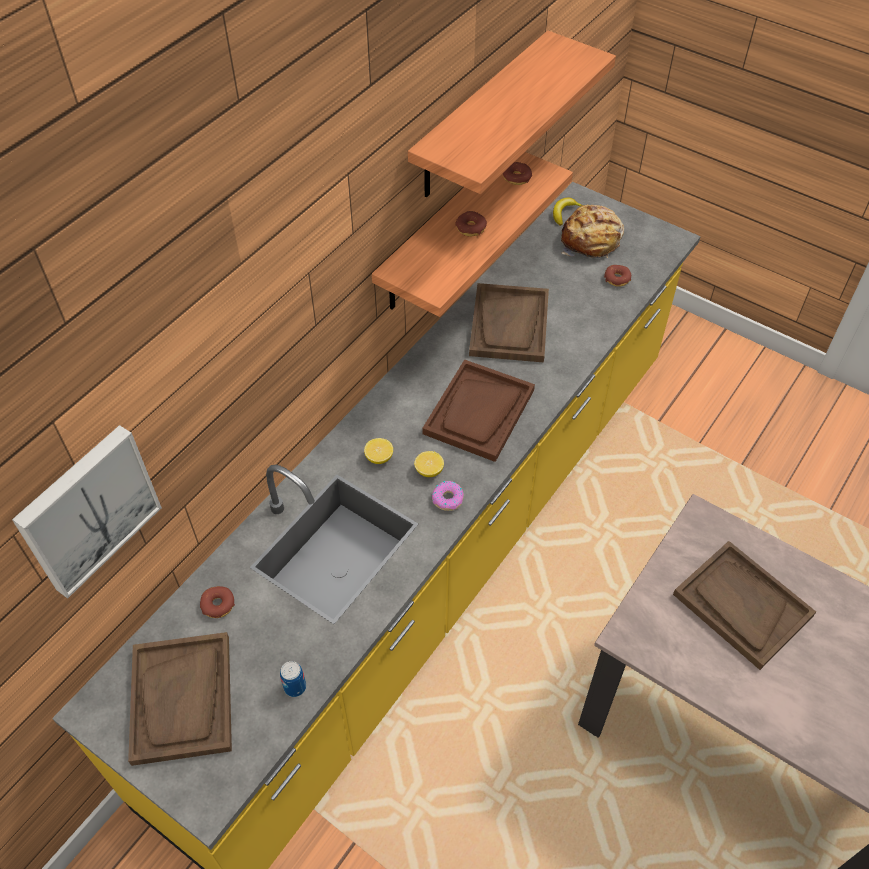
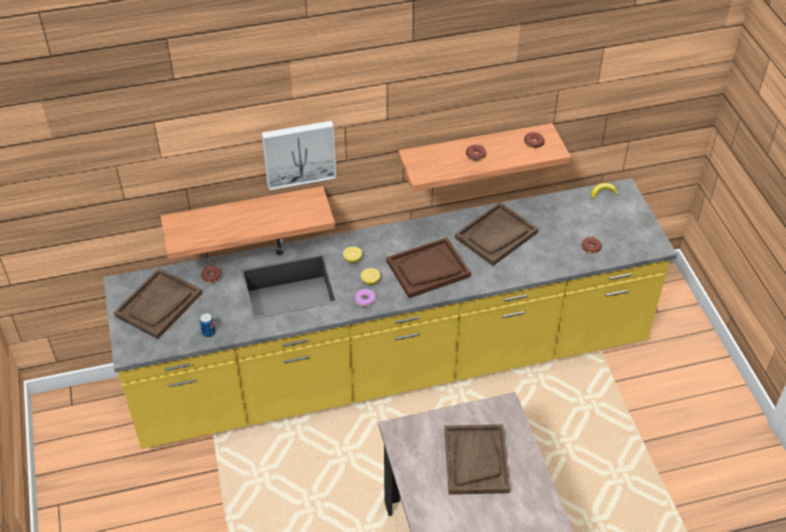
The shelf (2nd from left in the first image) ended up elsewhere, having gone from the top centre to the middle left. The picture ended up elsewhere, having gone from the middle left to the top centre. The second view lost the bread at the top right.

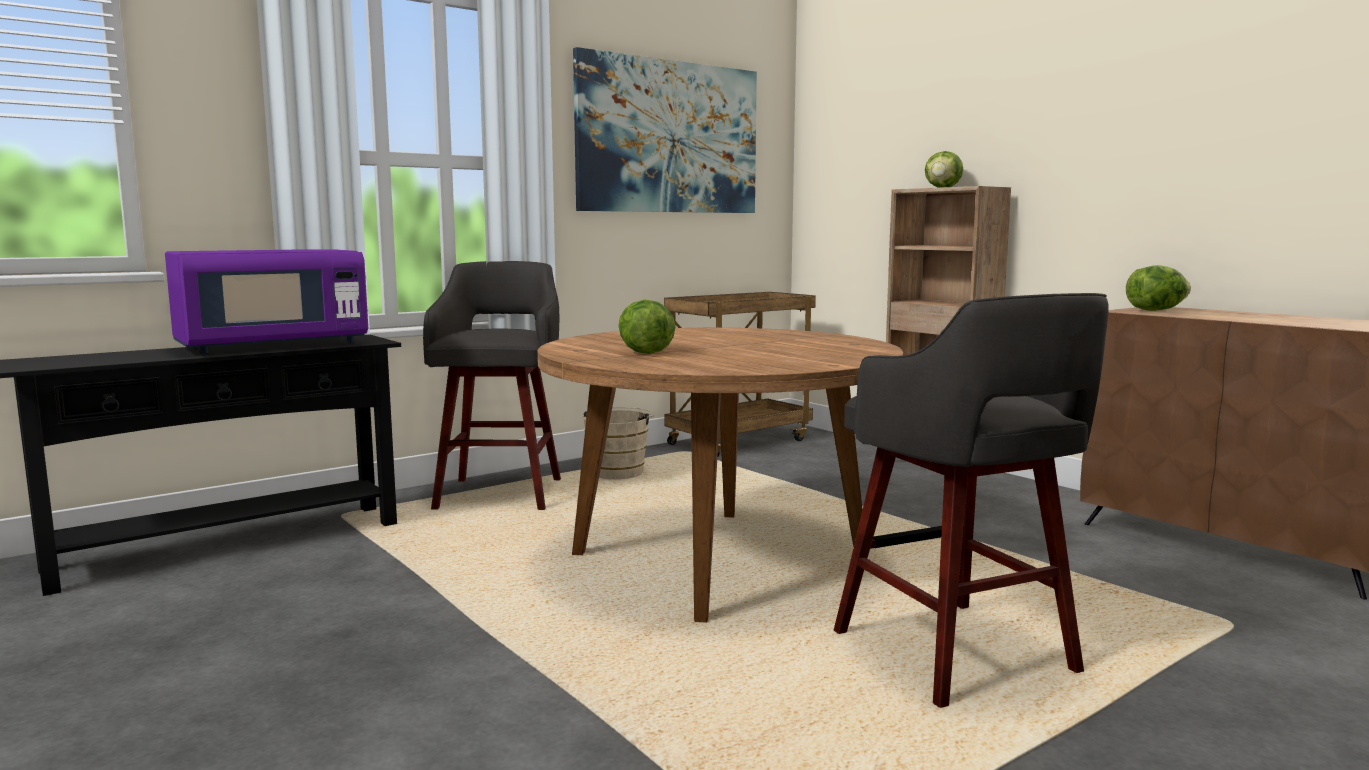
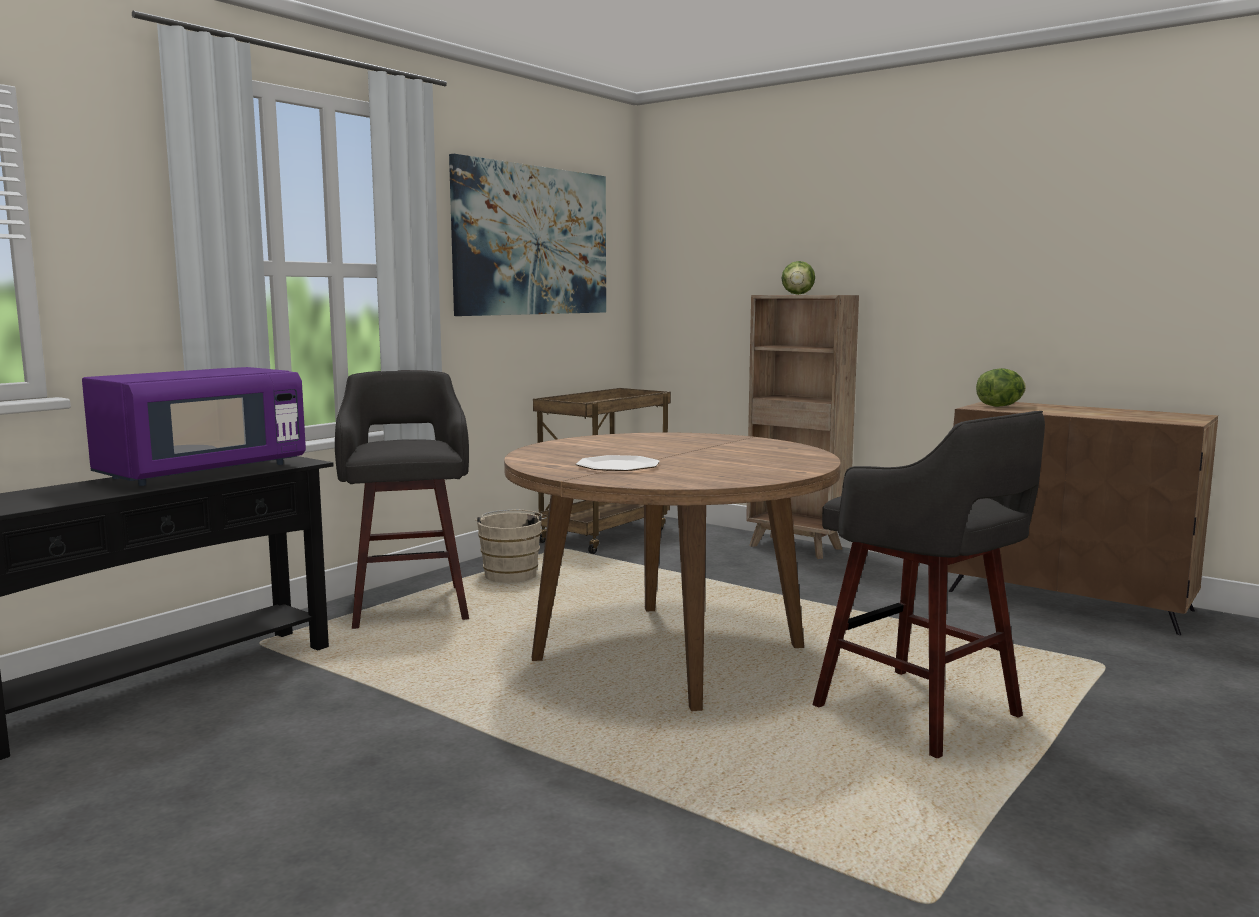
Where the lettuce (1st from left) stood at the centre, the plate came to stand at the centre.

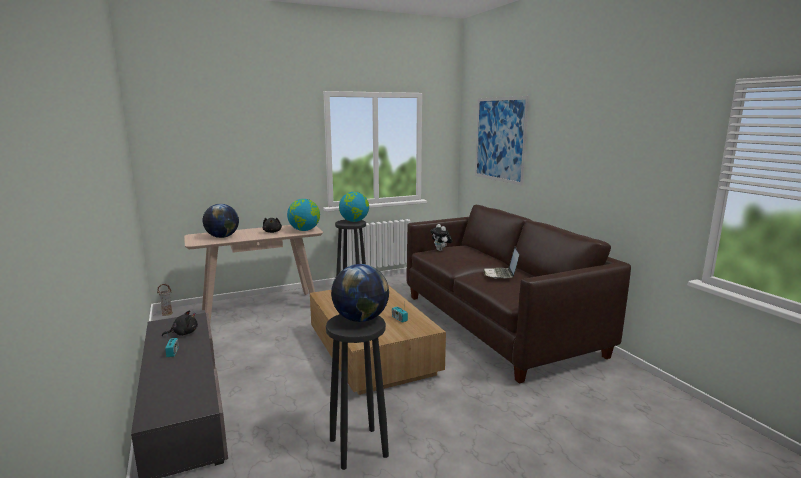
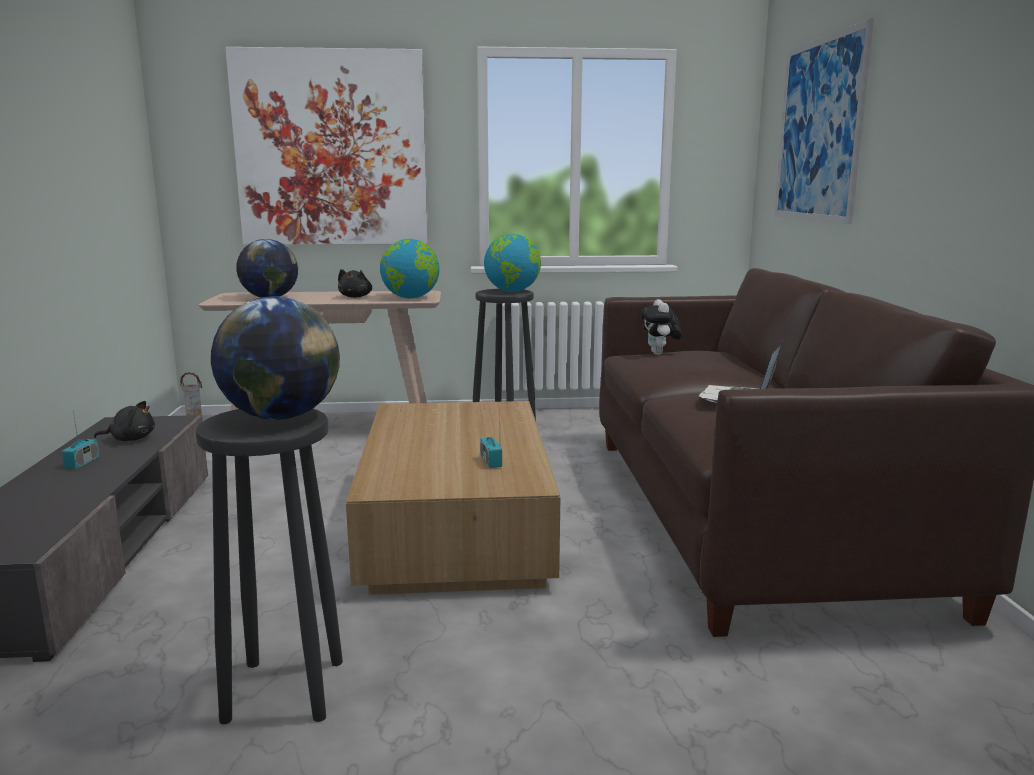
The second view gained the picture (1st from left) at the top left.

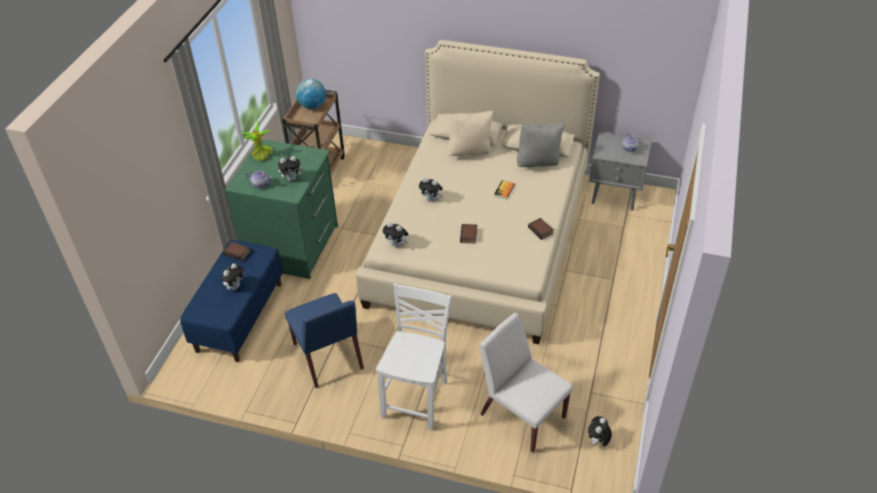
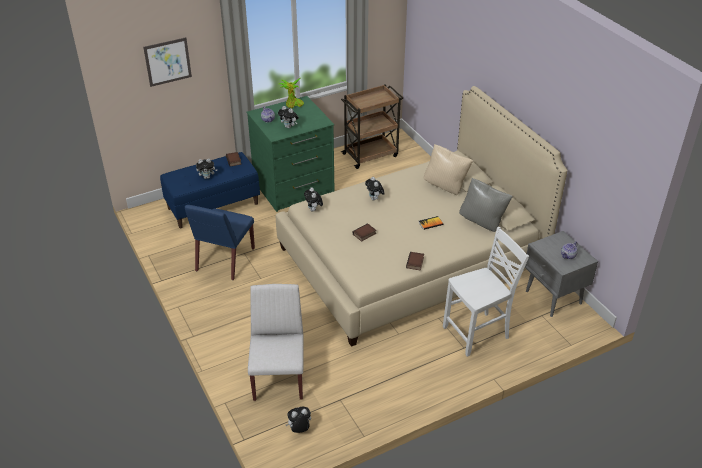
The second view gained the picture at the top left. The white chair (1st from left in the first image) ended up elsewhere, having gone from the bottom centre to the middle right. The second view lost the globe at the top centre.

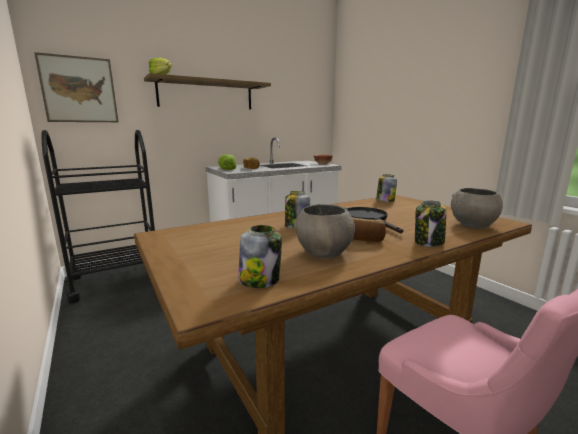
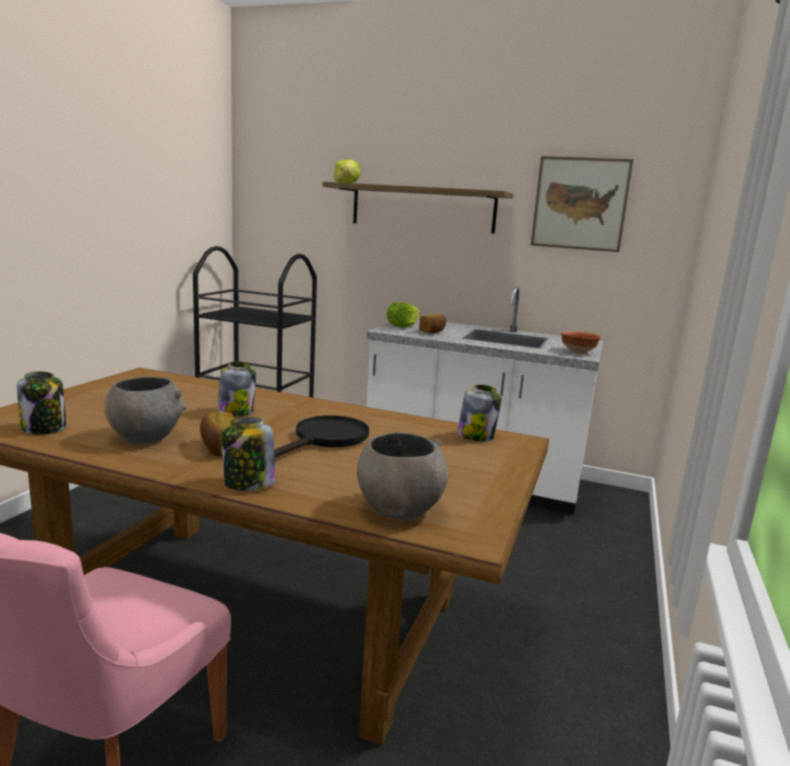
The picture ended up elsewhere, having gone from the top left to the top right.

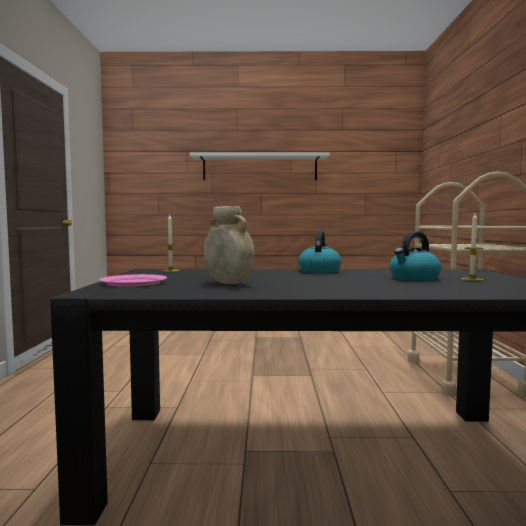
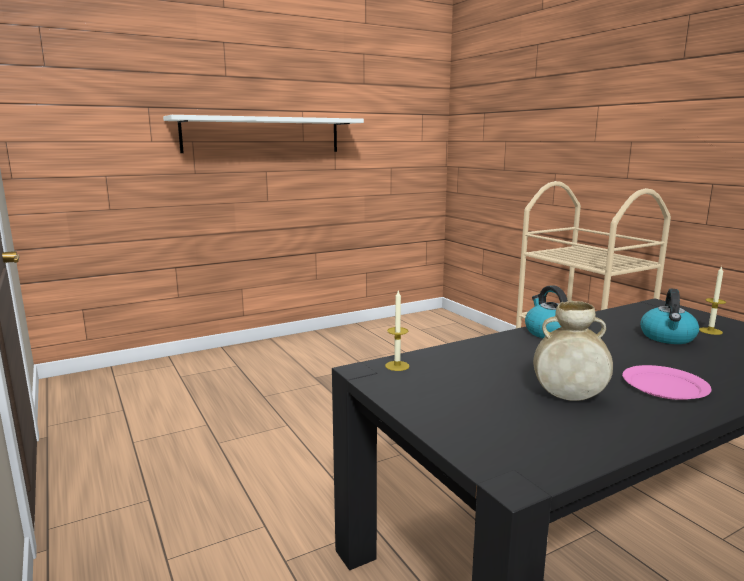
The pink plate ended up elsewhere, having gone from the middle left to the middle right.

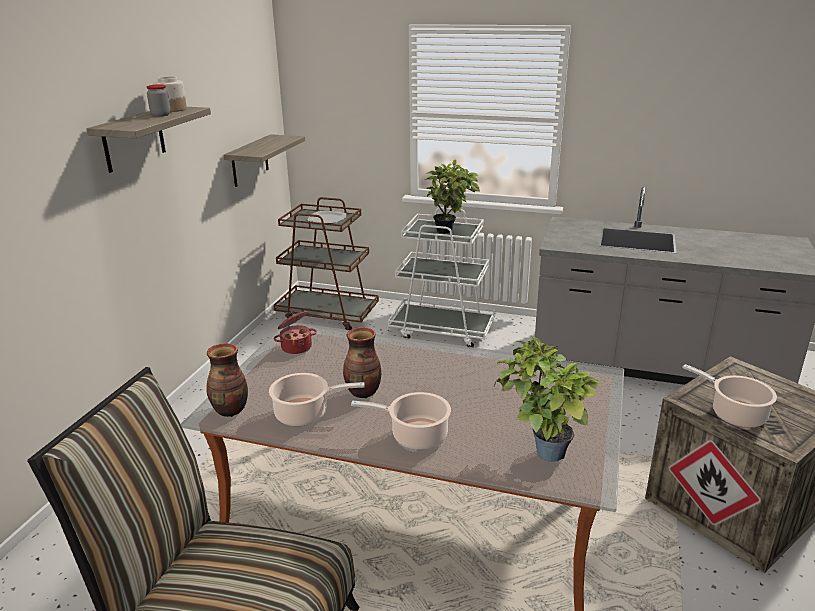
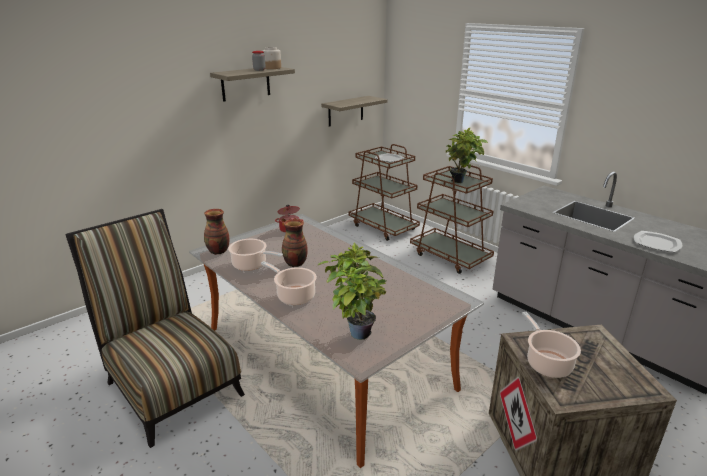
What was the white cart at the centre turned into the brown cart (2nd from left) at the centre. The second view gained the plate (2nd from left) at the middle right.

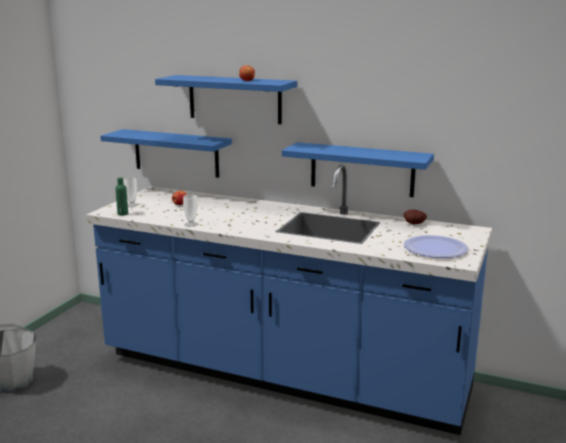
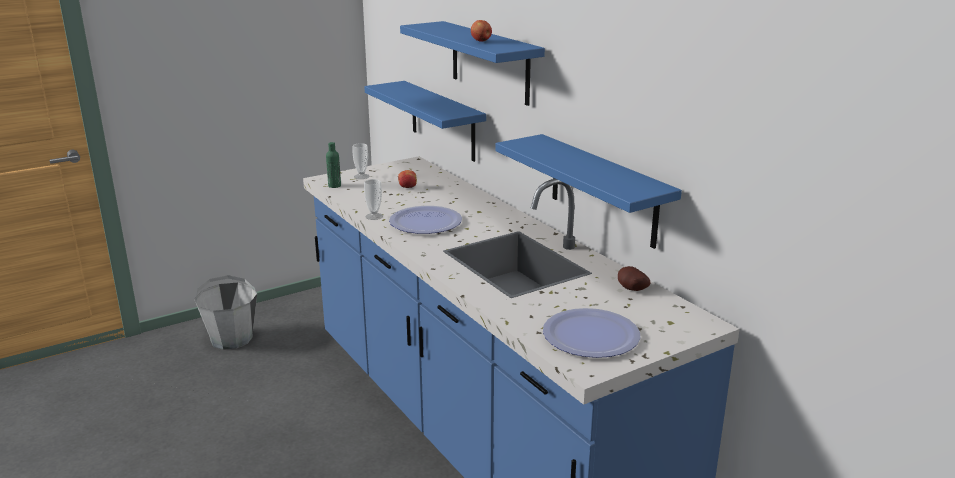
The second view gained the plate (1st from left) at the centre.

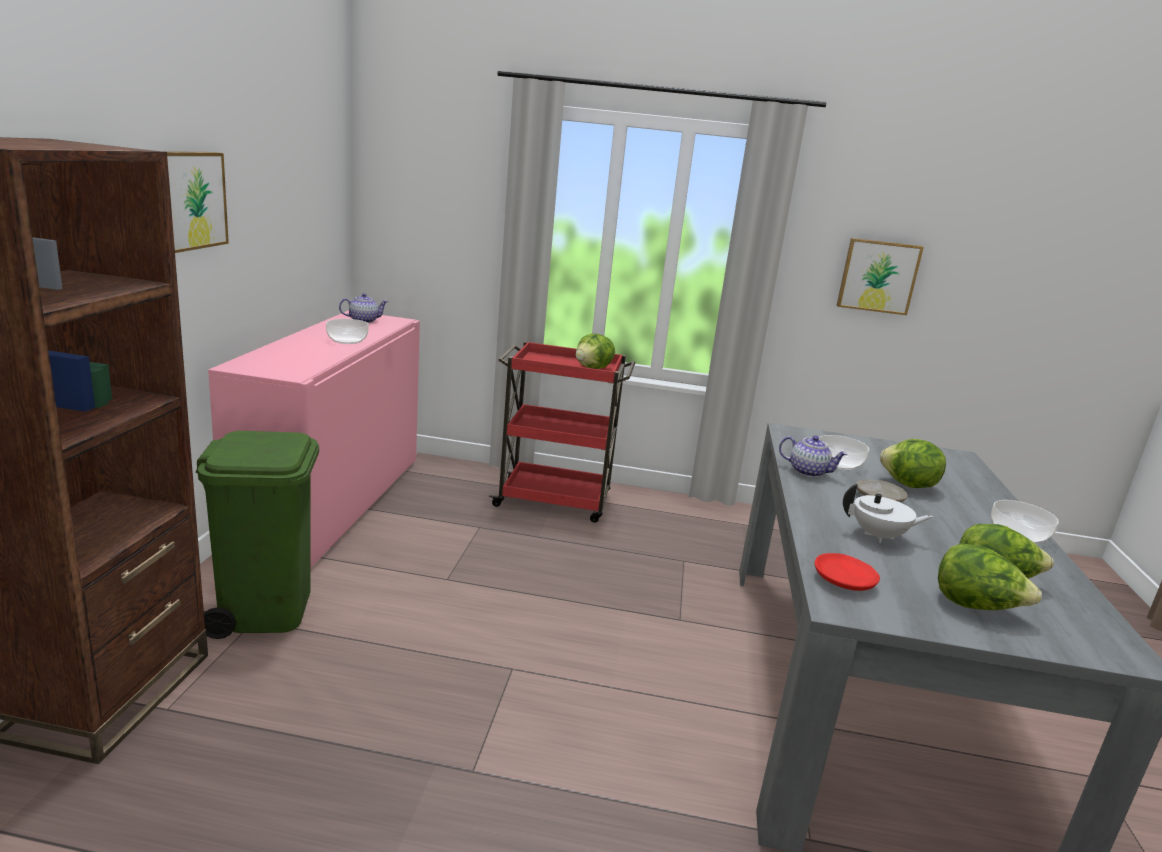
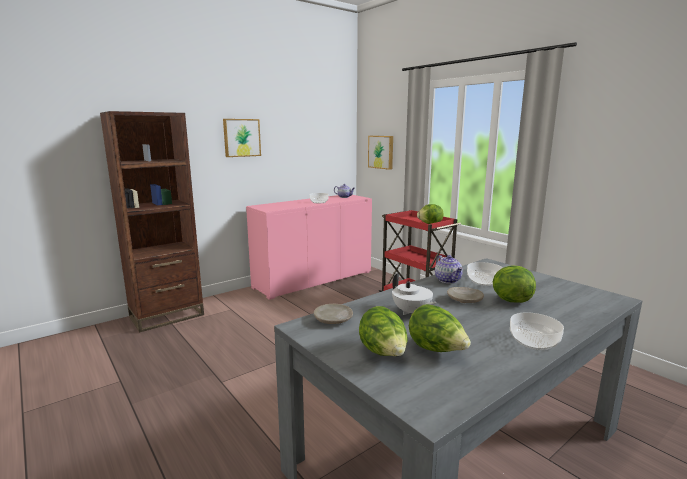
What was the red plate at the bottom right turned into the beige plate (1st from left) at the centre. The picture (2nd from left) ended up elsewhere, having gone from the top right to the top centre. The second view lost the green trash can at the middle left.

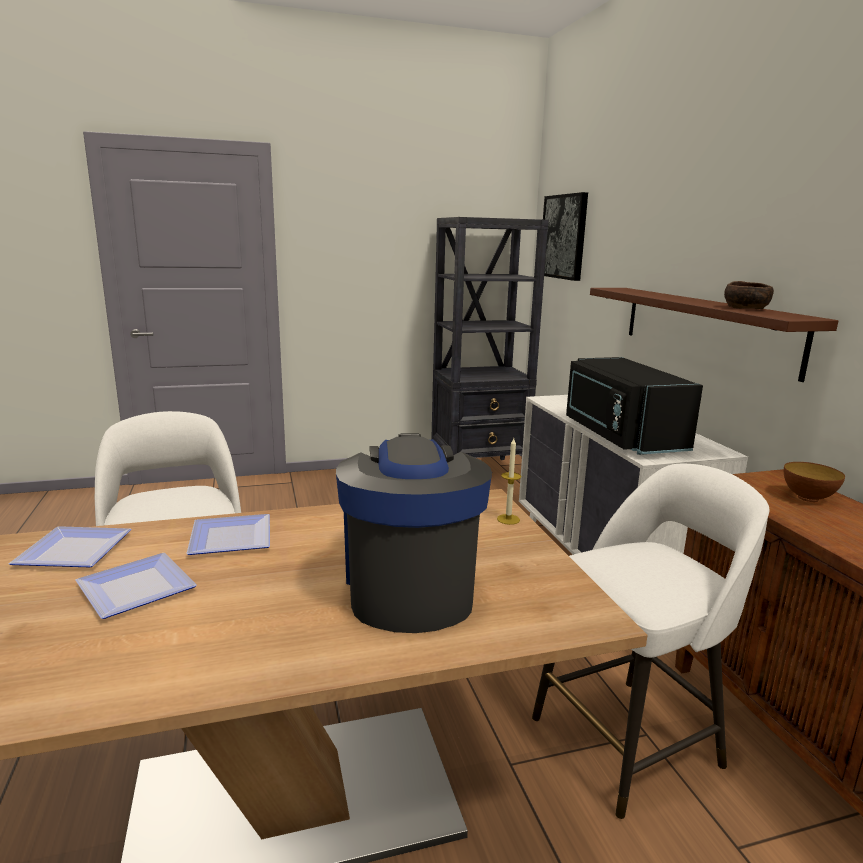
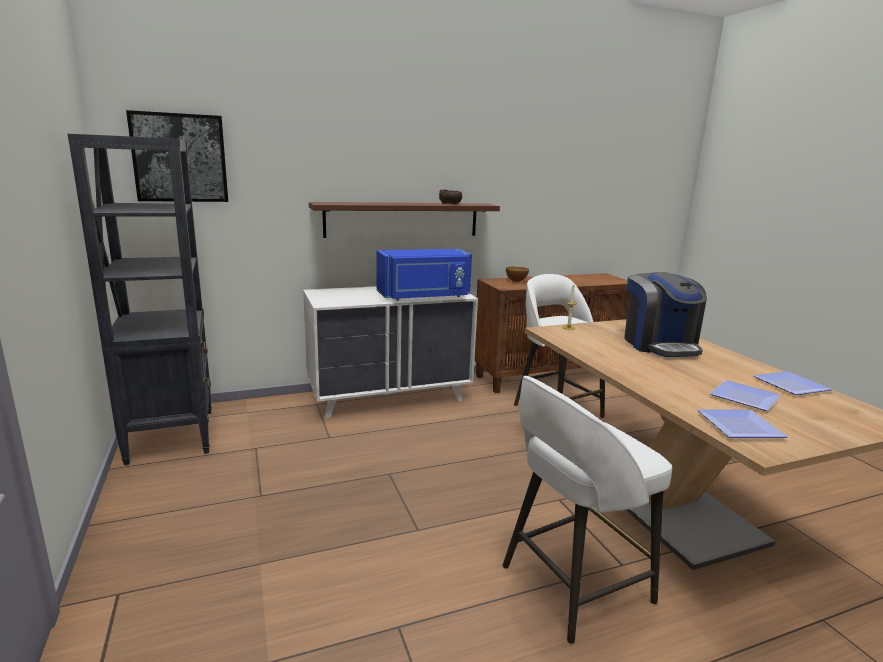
What was the black microwave at the middle right turned into the blue microwave at the centre. The coffee machine at the centre ended up facing another way, 90 degrees counterclockwise from before. The plate (3rd from left) ended up elsewhere, having gone from the middle left to the middle right.

